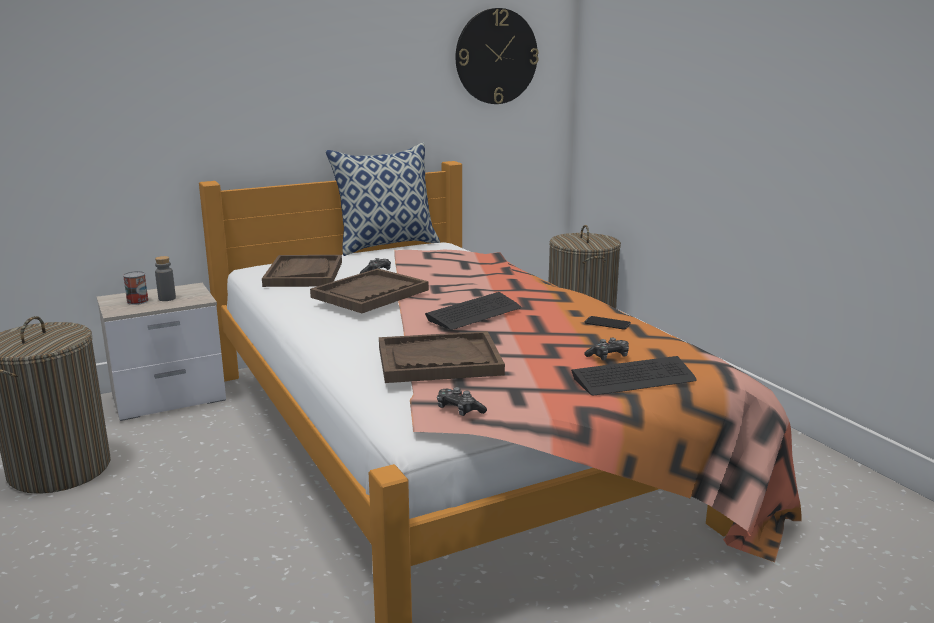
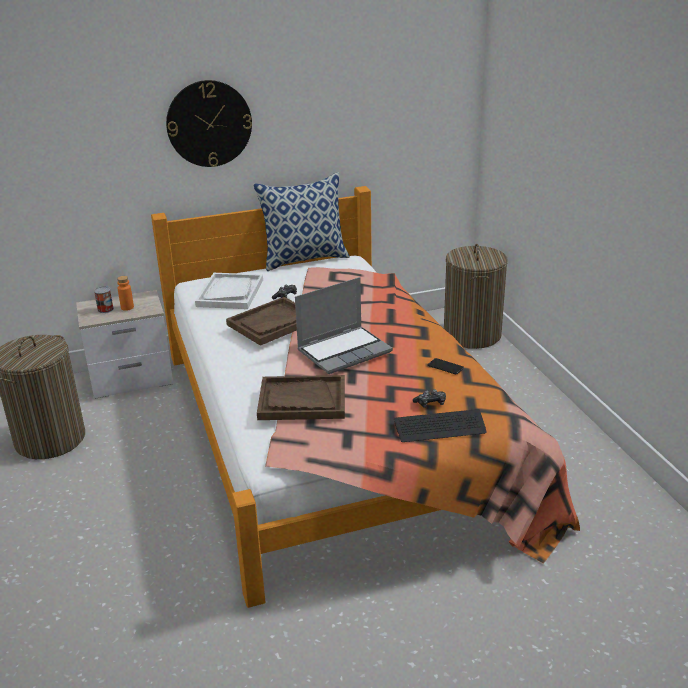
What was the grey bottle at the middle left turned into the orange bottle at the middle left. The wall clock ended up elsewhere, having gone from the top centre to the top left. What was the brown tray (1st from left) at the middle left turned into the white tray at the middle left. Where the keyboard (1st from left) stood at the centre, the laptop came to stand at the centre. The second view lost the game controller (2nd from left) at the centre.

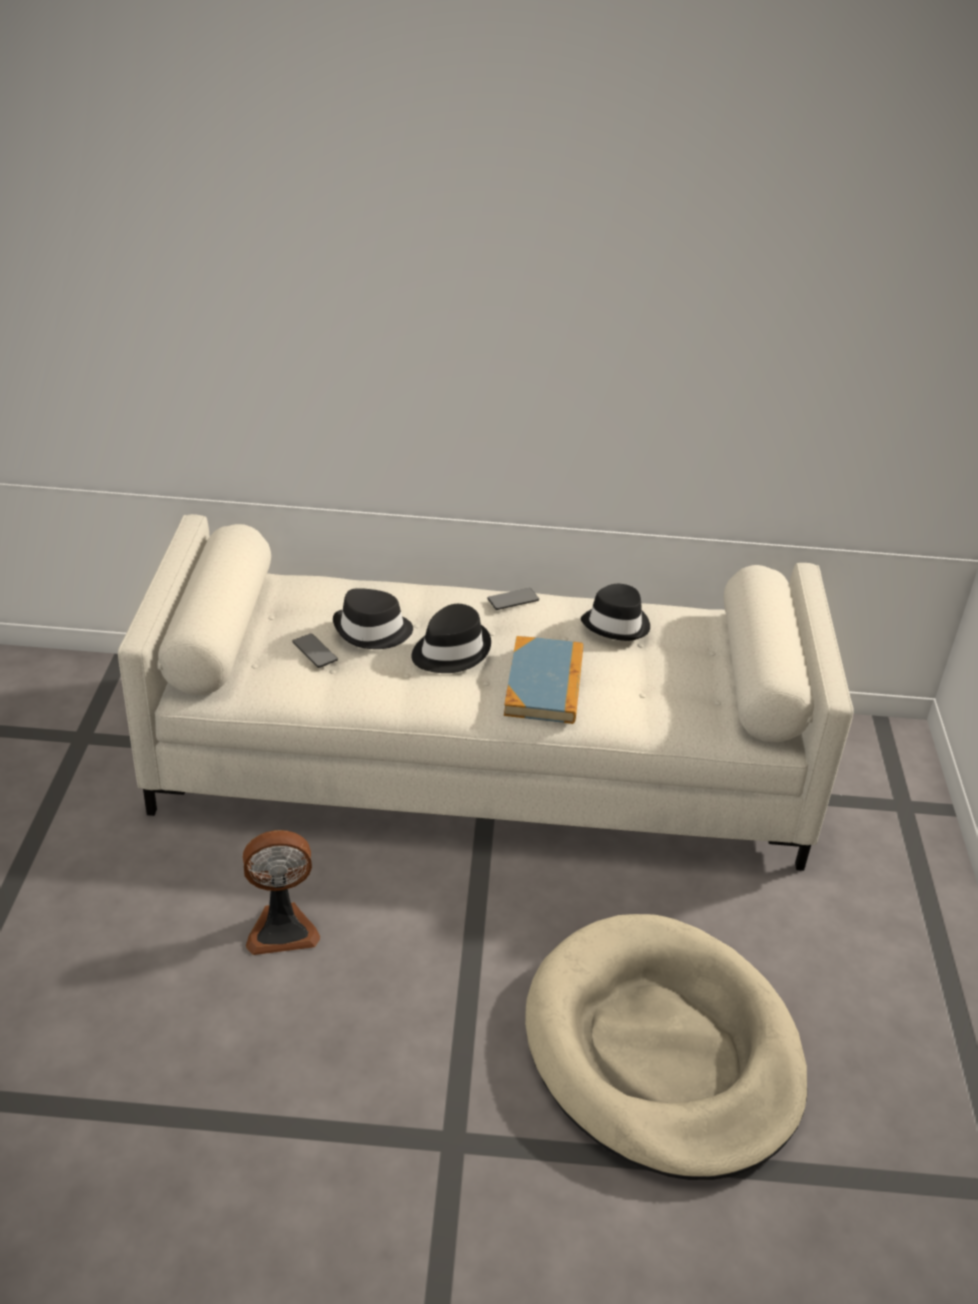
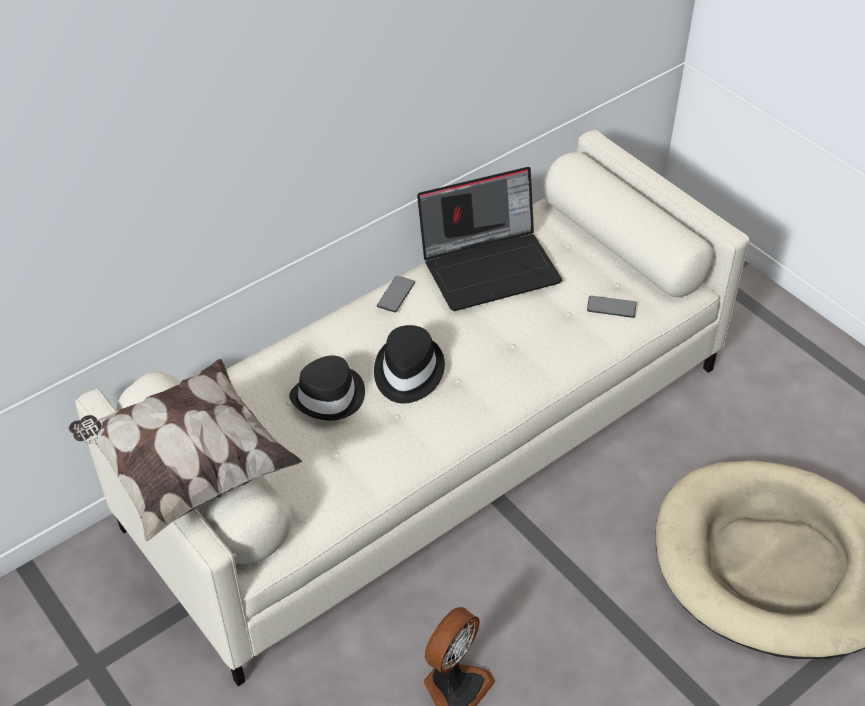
The second view gained the pillow at the middle left. Where the black hat (3rd from left) stood at the centre, the laptop came to stand at the centre. The phone (1st from left in the first image) ended up elsewhere, having gone from the middle left to the middle right. The second view lost the book at the centre.

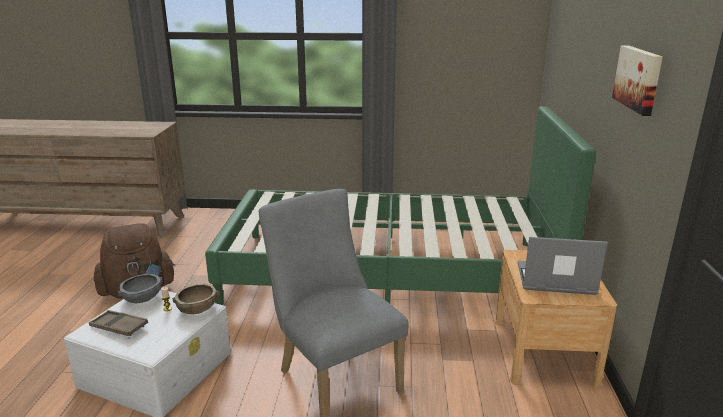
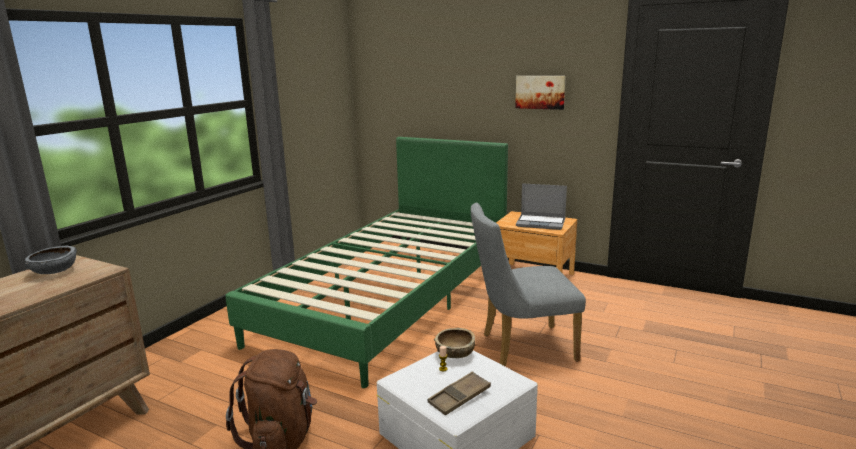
The grey bowl ended up elsewhere, having gone from the bottom left to the middle left. The laptop at the middle right ended up facing another way, 105 degrees counterclockwise from before.

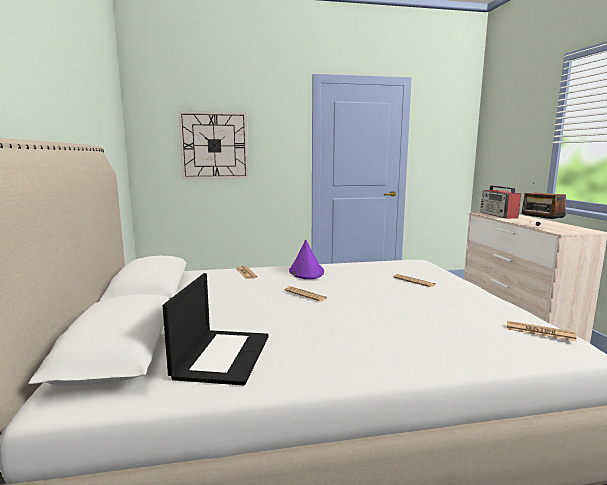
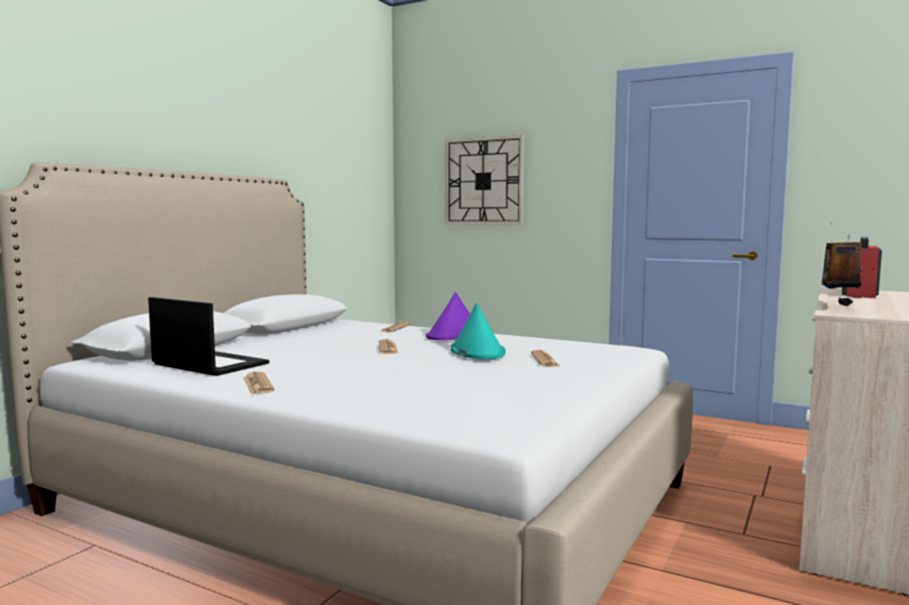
The laptop at the bottom centre ended up facing another way, 105 degrees counterclockwise from before. The newspaper (4th from left in the first image) ended up elsewhere, having gone from the bottom right to the middle left. The second view gained the turquoise hat at the centre.

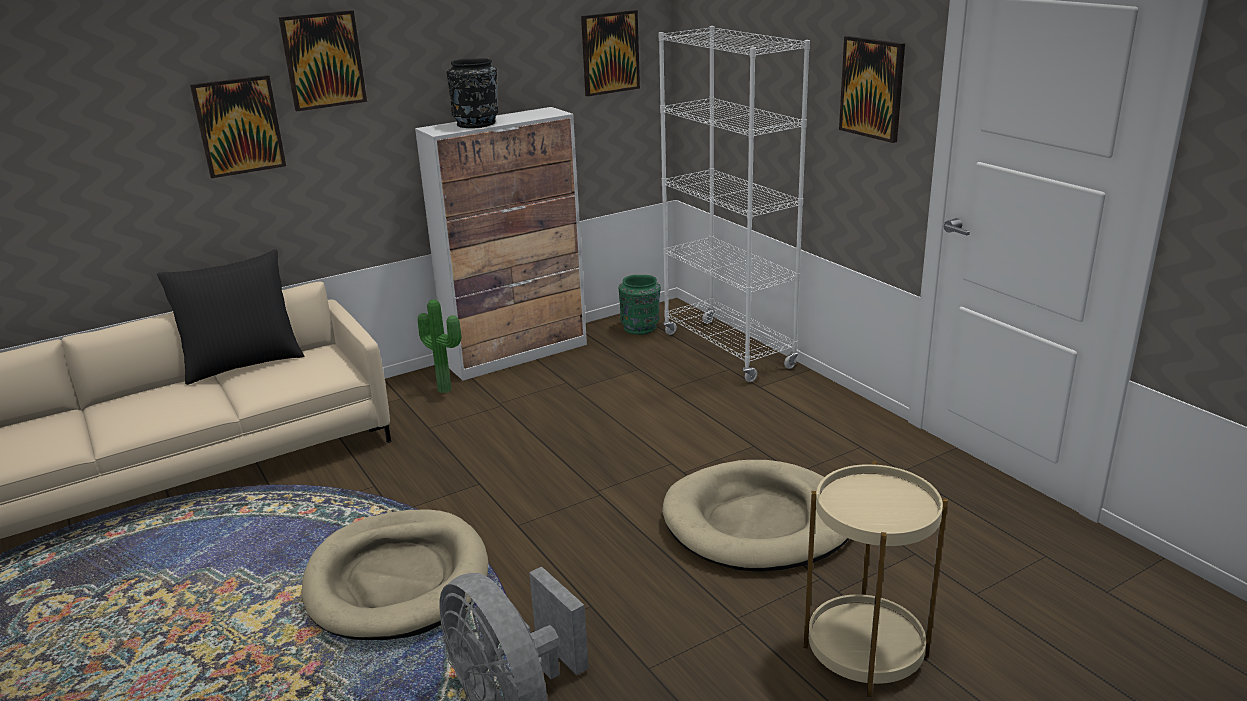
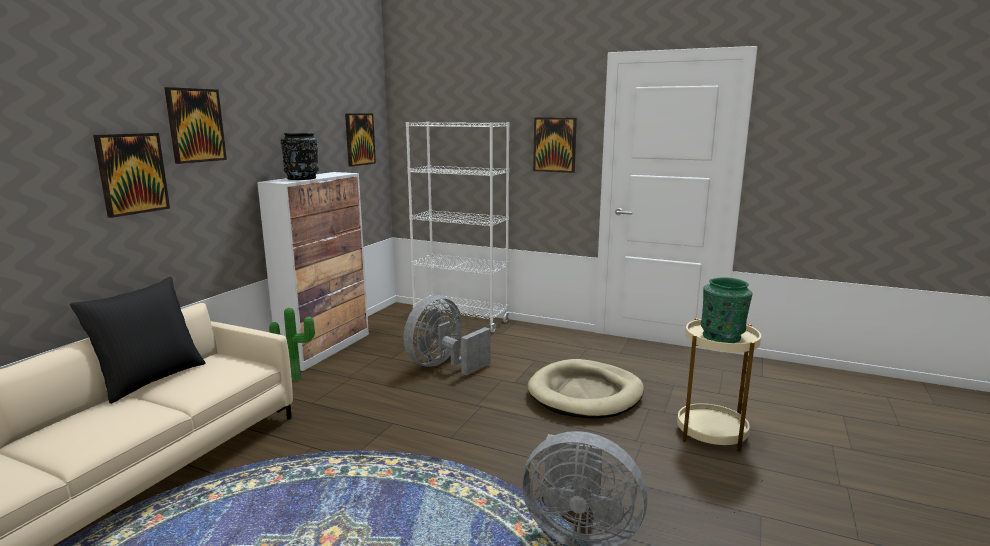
The second view gained the grey fan (1st from left) at the centre. The green vase ended up elsewhere, having gone from the centre to the middle right. The second view lost the beige dog bed (1st from left) at the bottom left.

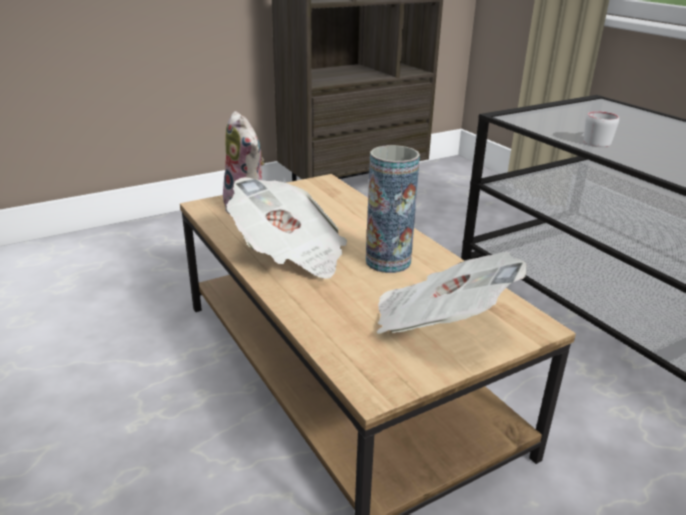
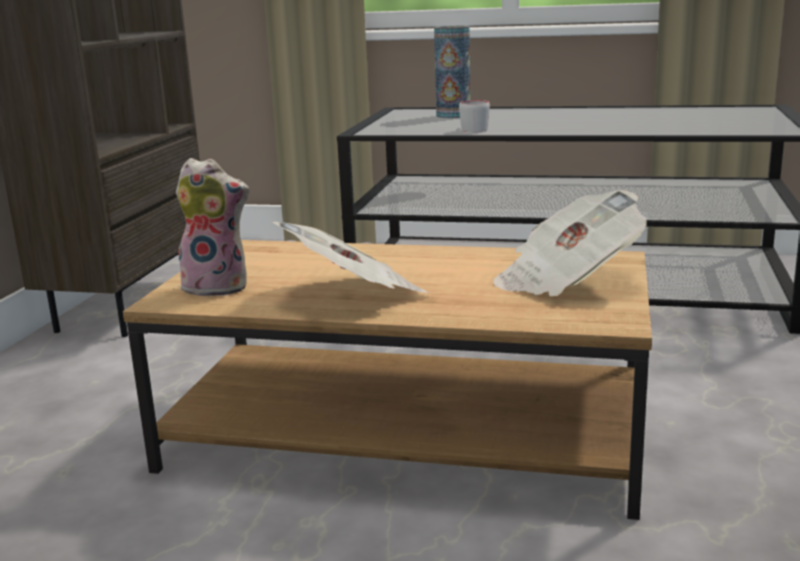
The vase ended up elsewhere, having gone from the centre to the top centre.

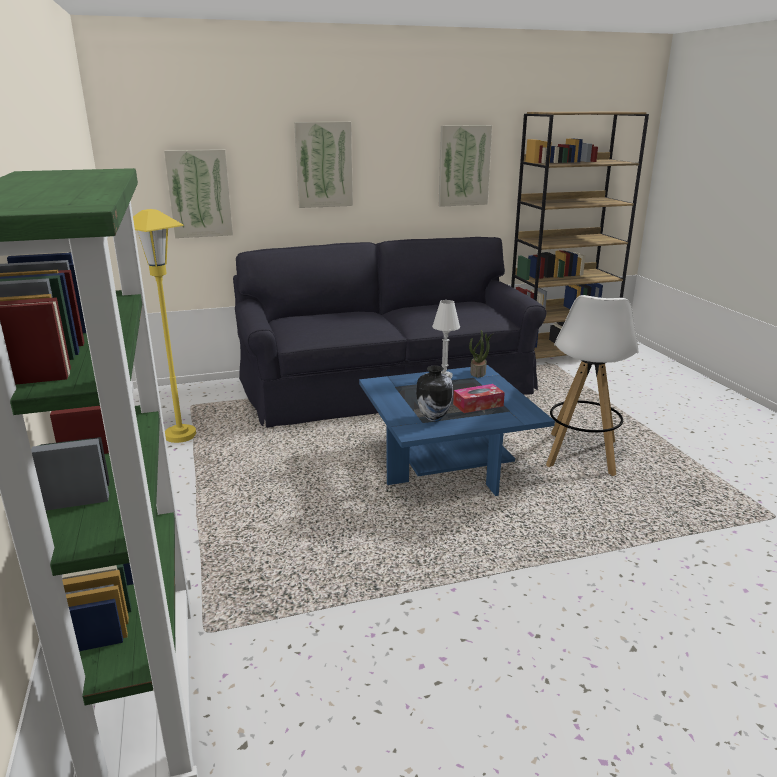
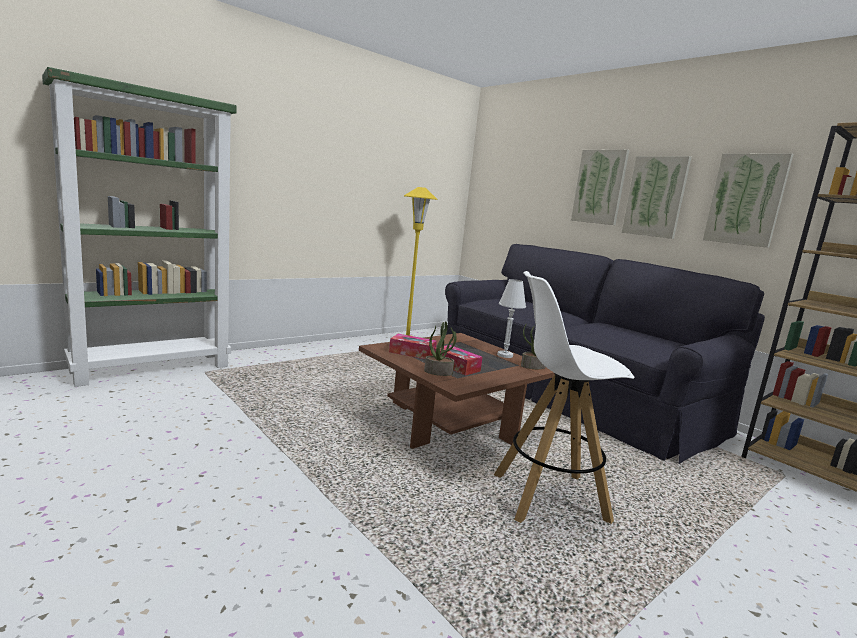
What was the blue coffee table at the centre turned into the brown coffee table at the centre. Where the vase stood at the centre, the tissue box (1st from left) came to stand at the centre. The second view gained the potted plant (1st from left) at the centre. The picture (1st from left in the first image) ended up elsewhere, having gone from the top left to the top right.

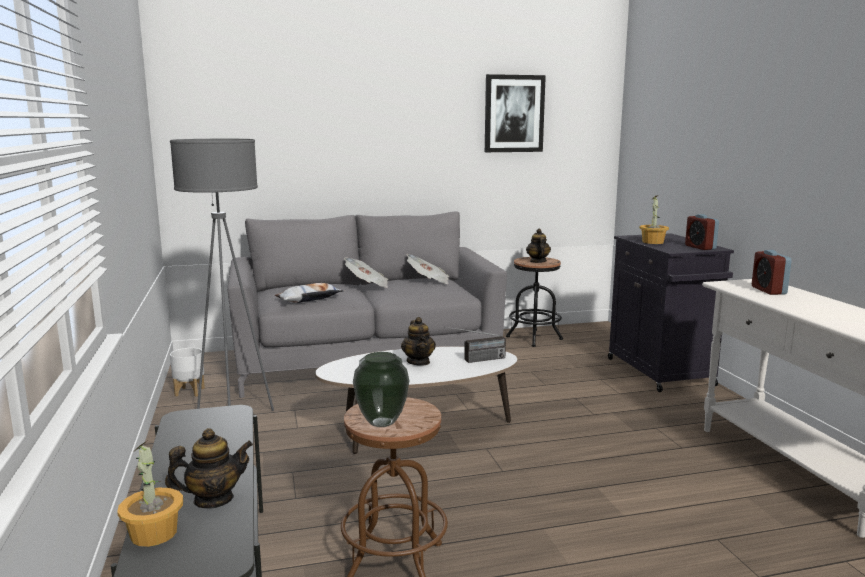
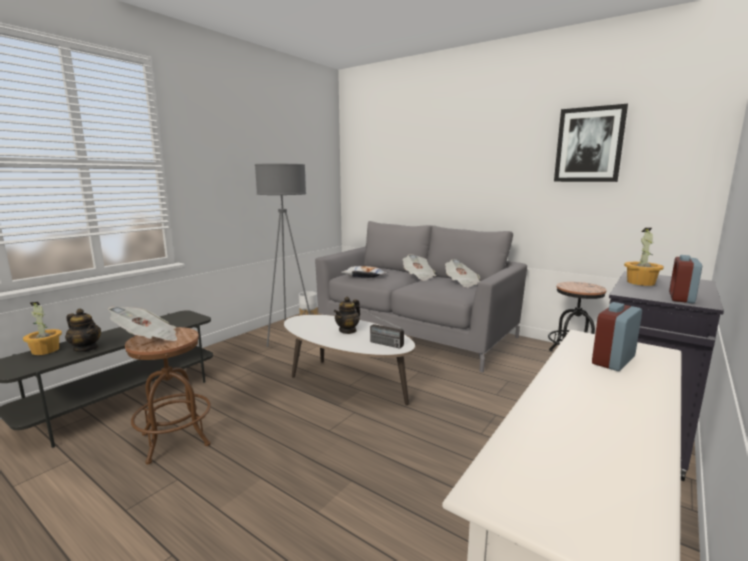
Where the vase stood at the bottom centre, the newspaper (1st from left) came to stand at the middle left. The second view lost the teapot (3rd from left) at the centre.

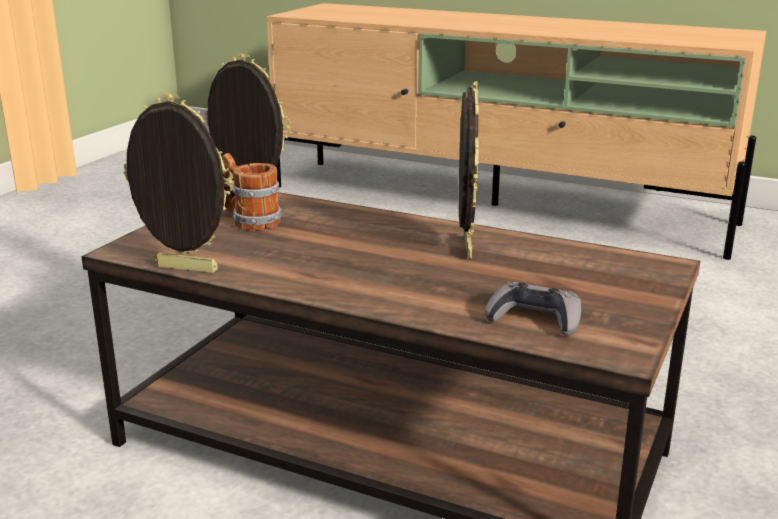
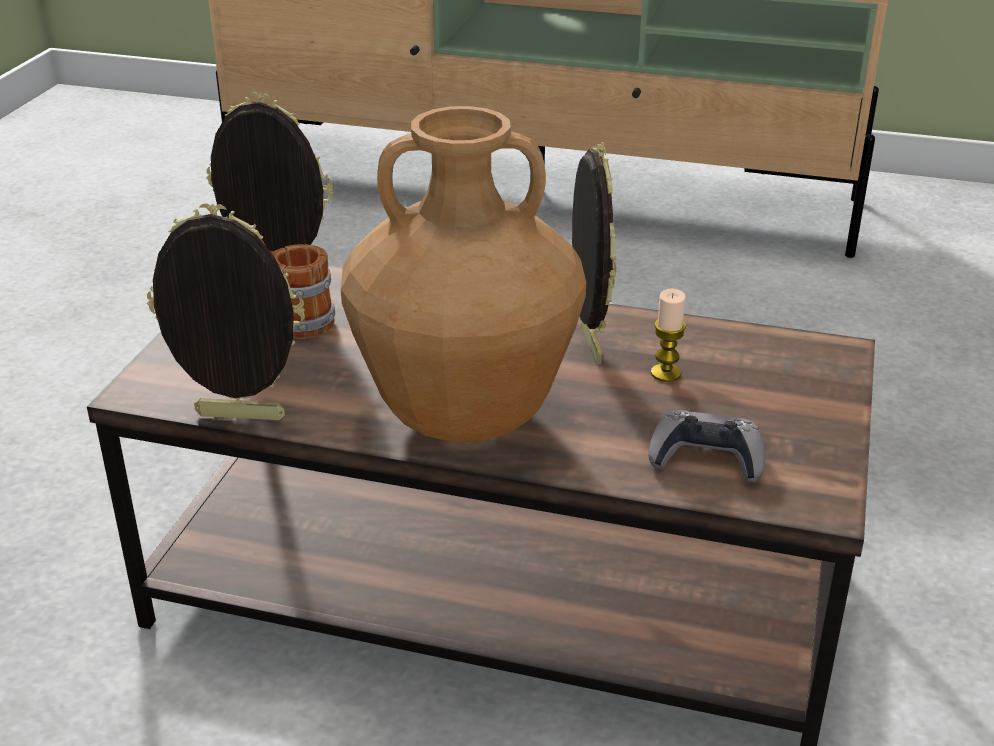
The second view gained the brown vase at the centre. The second view gained the candle at the middle right.

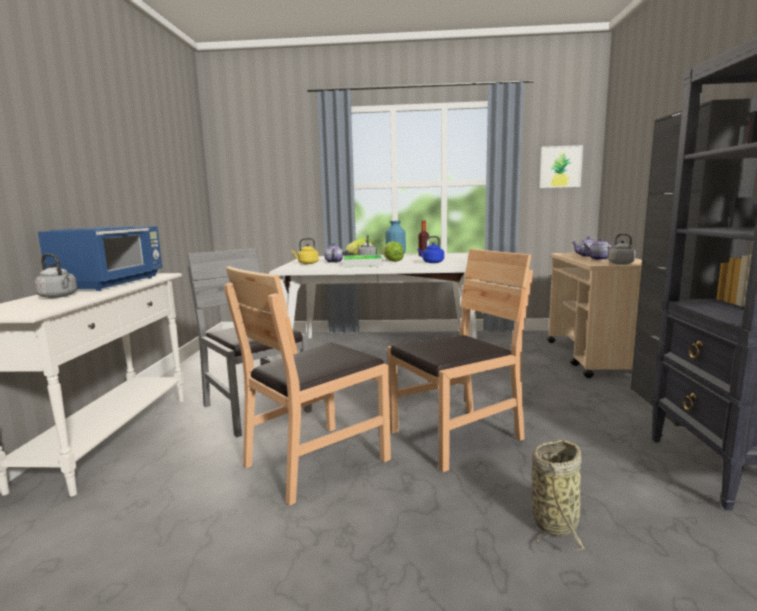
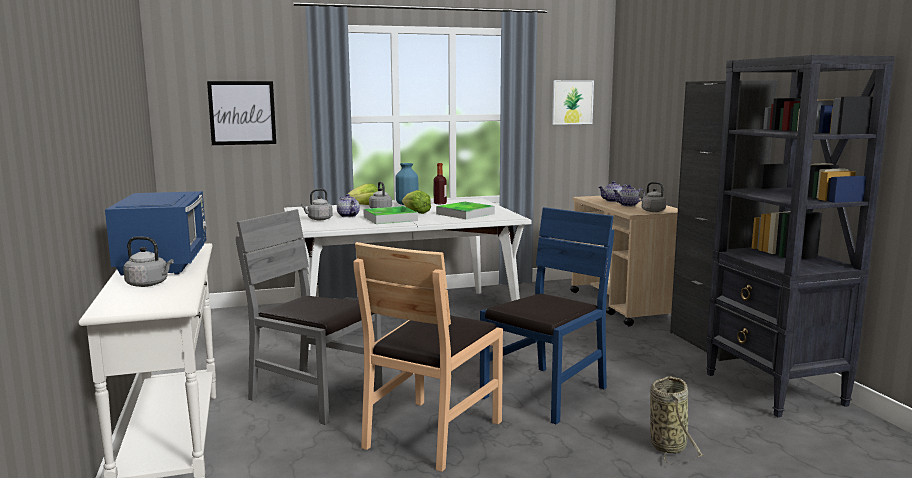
The second view gained the picture (1st from left) at the top left. What was the yellow kettle at the centre turned into the grey kettle (2nd from left) at the centre. Where the blue kettle stood at the centre, the tray (2nd from left) came to stand at the centre. What was the brown chair (2nd from left) at the centre turned into the blue chair at the centre.

